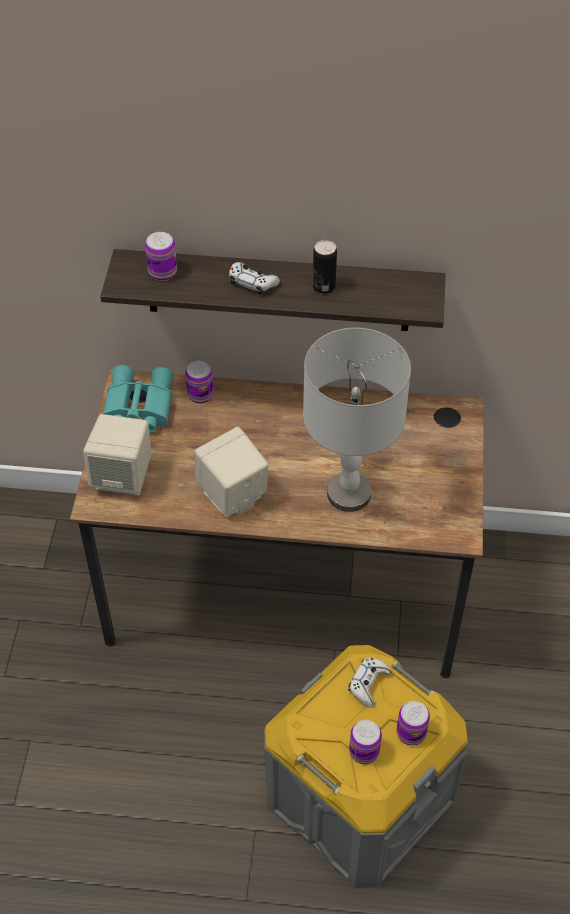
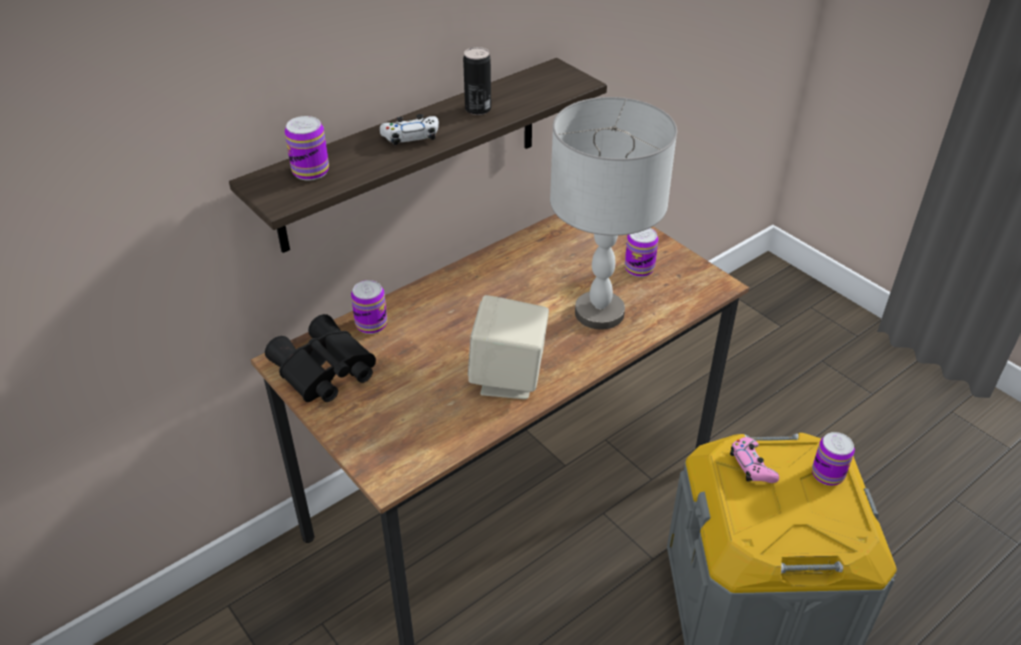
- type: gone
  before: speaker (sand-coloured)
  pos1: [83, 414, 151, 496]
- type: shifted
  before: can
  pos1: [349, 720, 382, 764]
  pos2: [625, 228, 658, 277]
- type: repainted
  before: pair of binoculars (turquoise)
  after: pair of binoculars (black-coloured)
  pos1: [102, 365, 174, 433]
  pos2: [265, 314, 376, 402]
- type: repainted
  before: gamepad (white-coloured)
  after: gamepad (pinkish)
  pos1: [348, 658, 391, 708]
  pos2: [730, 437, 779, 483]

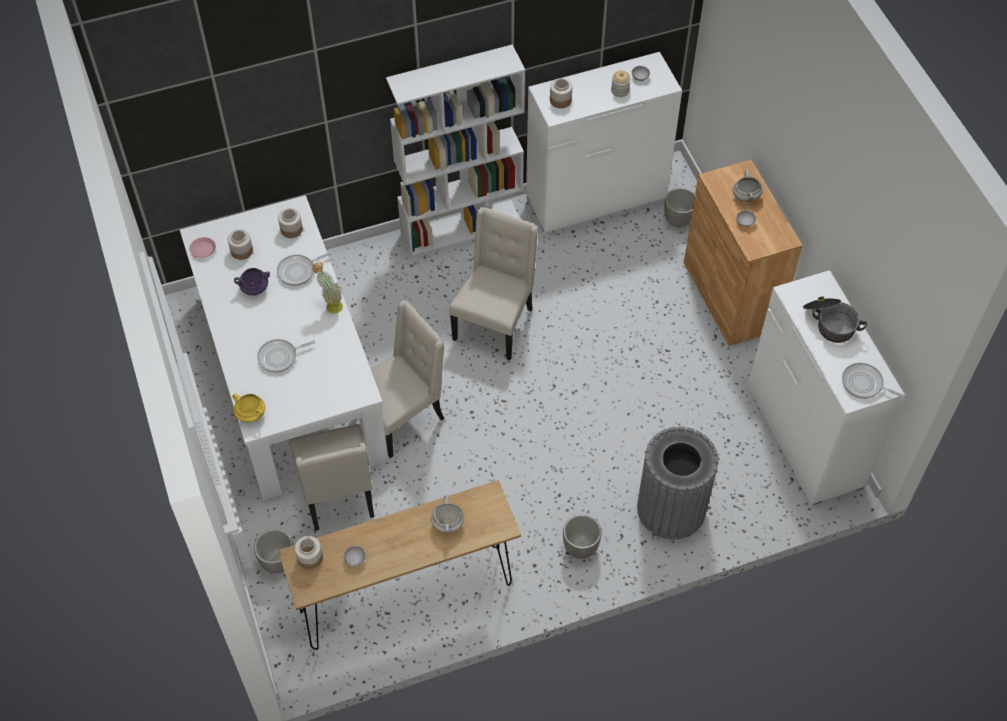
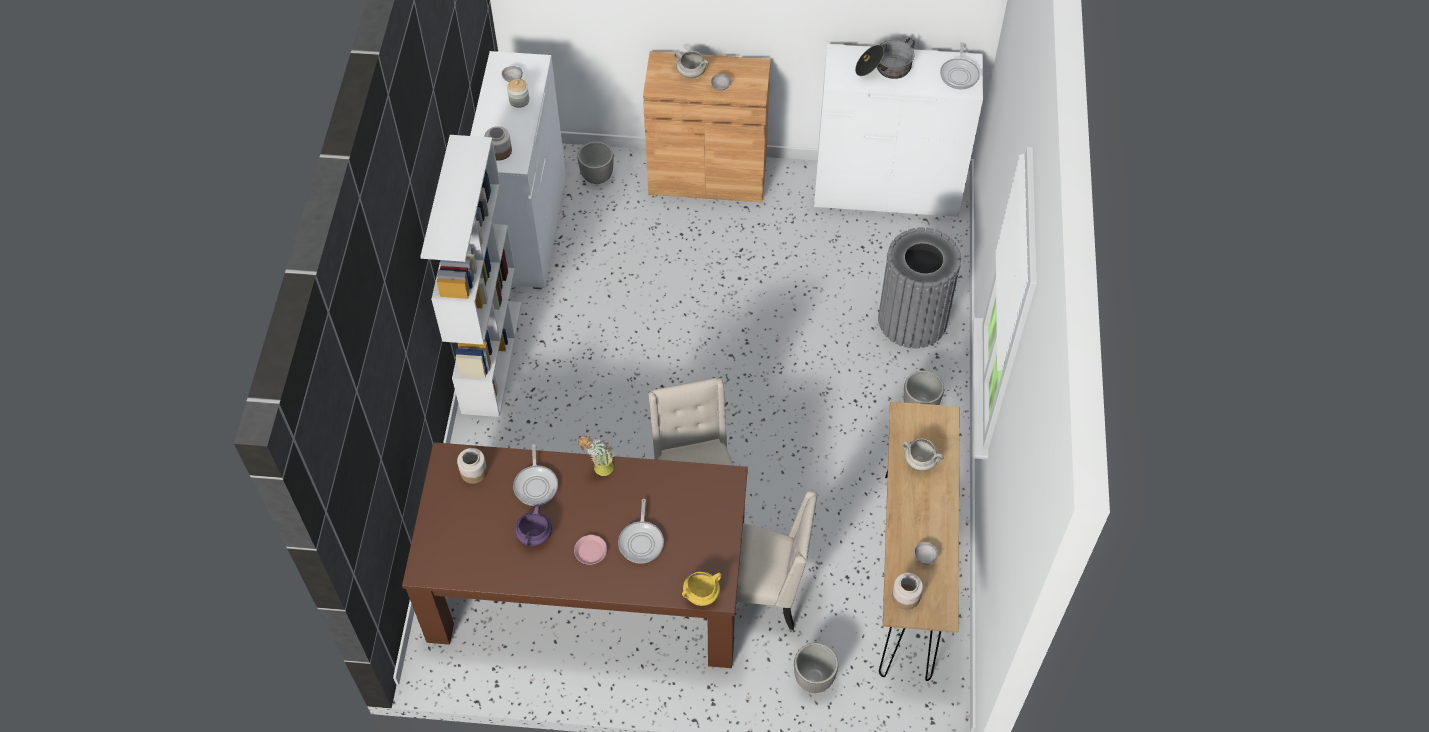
- type: gone
  before: jar
  pos1: [228, 229, 253, 260]
- type: gone
  before: plain chair (sand-coloured)
  pos1: [449, 207, 538, 360]
- type: shifted
  before: dinner plate (pinkish)
  pos1: [189, 237, 216, 258]
  pos2: [574, 535, 607, 565]
- type: repainted
  before: kitchen table (white-coloured)
  after: kitchen table (brownish)
  pos1: [180, 195, 389, 500]
  pos2: [402, 442, 748, 668]
- type: rotated
  before: skillet
  pos1: [842, 363, 904, 399]
  pos2: [940, 42, 980, 89]
  turn: -45

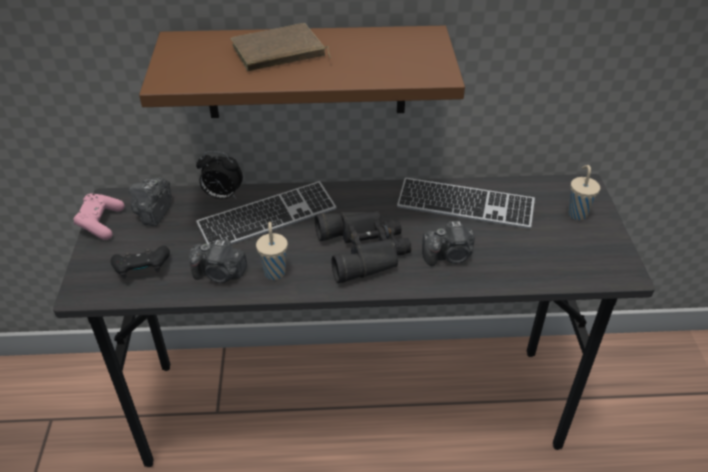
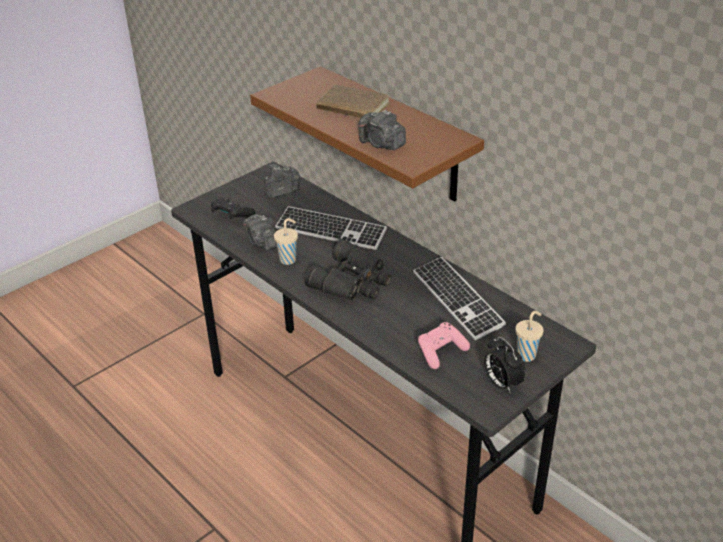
- type: shifted
  before: gamepad (pinkish)
  pos1: [73, 194, 125, 240]
  pos2: [418, 322, 470, 369]
- type: shifted
  before: bedside clock
  pos1: [196, 151, 243, 199]
  pos2: [484, 337, 526, 394]
- type: shifted
  before: still camera
  pos1: [422, 221, 475, 266]
  pos2: [358, 110, 406, 150]

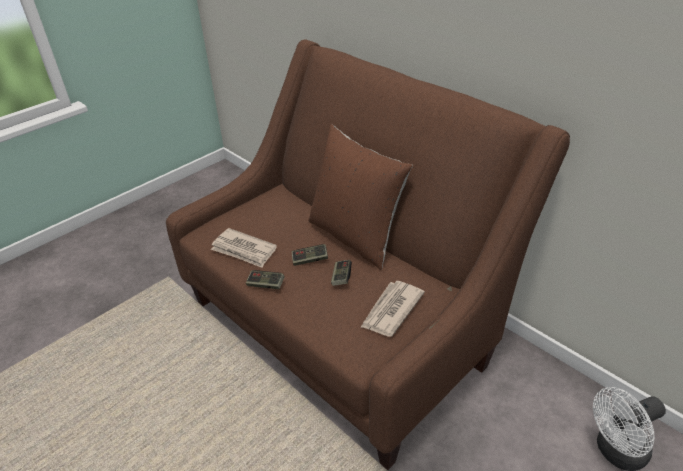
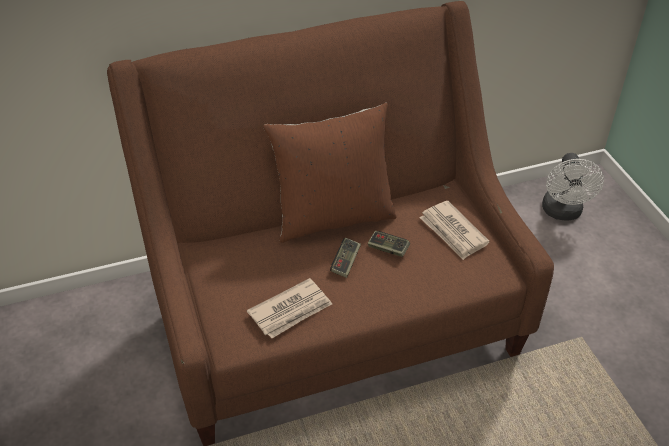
- type: gone
  before: gamepad
  pos1: [246, 270, 285, 289]

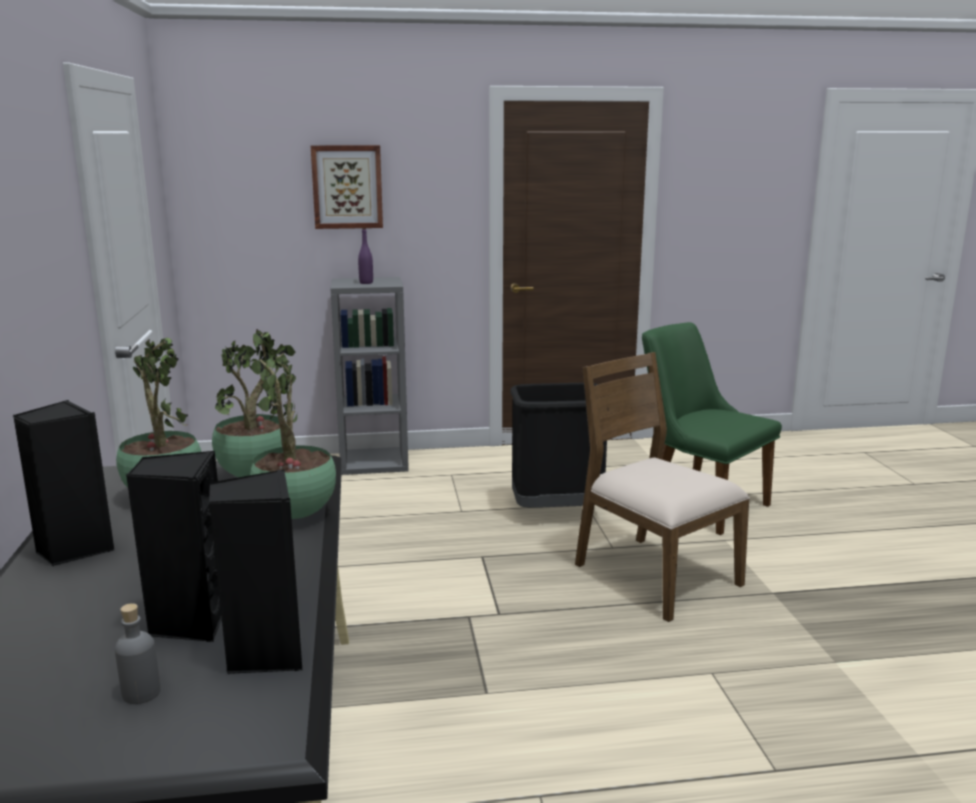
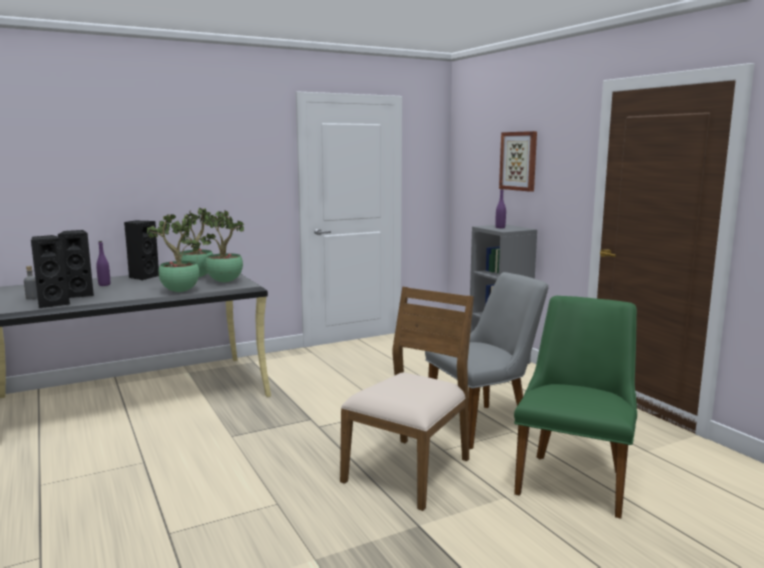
- type: new
  after: beverage bottle (purple)
  pos2: [96, 241, 110, 286]
- type: swapped
  before: trash can (black-coloured)
  after: plain chair (greyish)
  pos1: [510, 383, 607, 508]
  pos2: [425, 272, 549, 449]

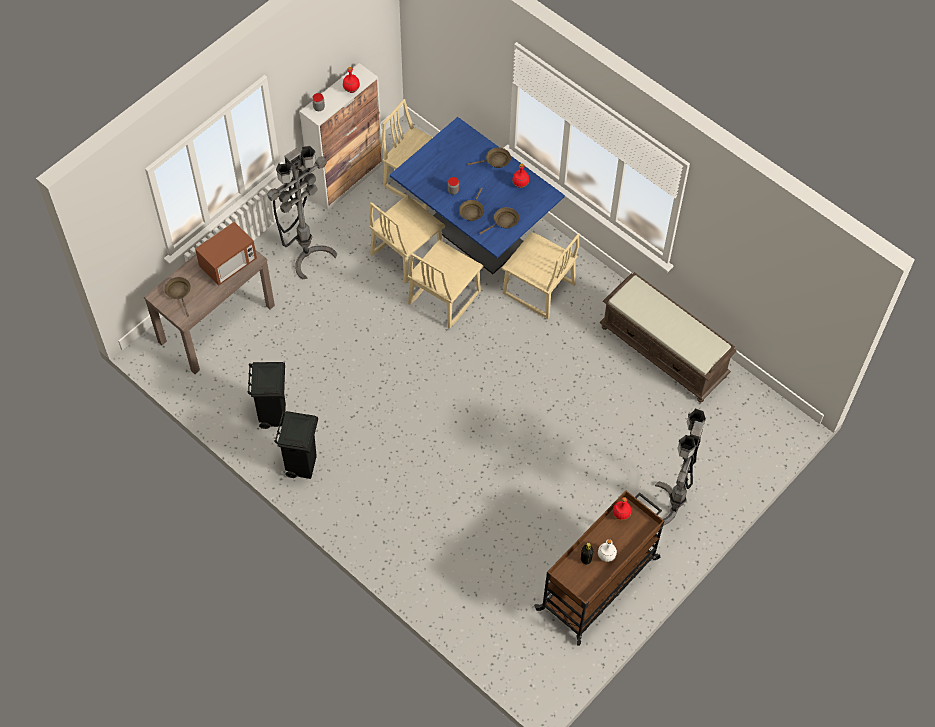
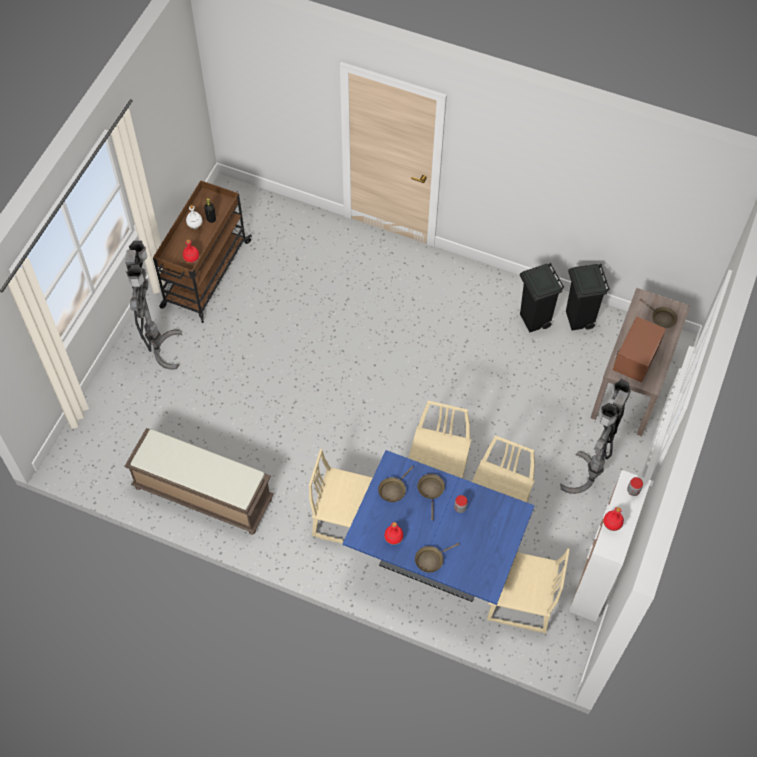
- type: shifted
  before: trash can (black-coloured)
  pos1: [274, 411, 318, 479]
  pos2: [566, 264, 610, 331]

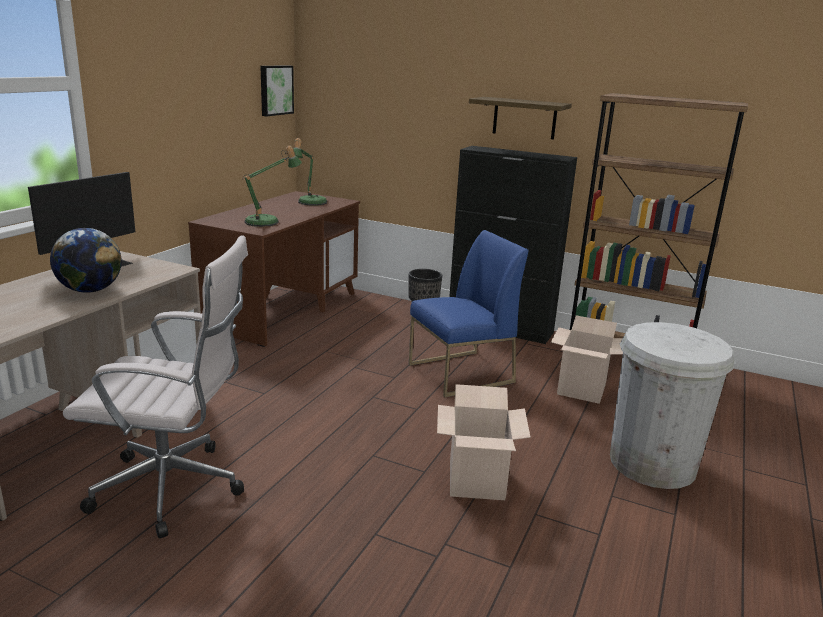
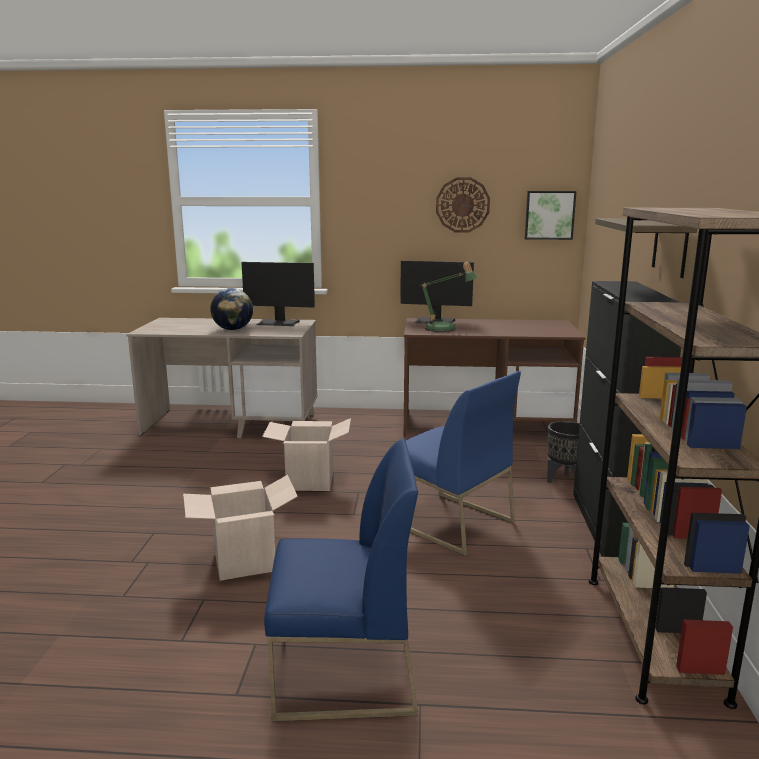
- type: gone
  before: desk chair (white-coloured)
  pos1: [63, 235, 248, 538]
- type: gone
  before: lamp for a table
  pos1: [293, 138, 327, 206]
- type: new
  after: computer screen
  pos2: [400, 261, 474, 324]
- type: new
  after: hanging clock
  pos2: [436, 177, 490, 233]
- type: shifted
  before: carton
  pos1: [551, 315, 623, 404]
  pos2: [262, 418, 351, 491]
- type: swapped
  before: trash can (white-coloured)
  after: plain chair (blue-coloured)
  pos1: [610, 322, 734, 489]
  pos2: [264, 438, 418, 721]

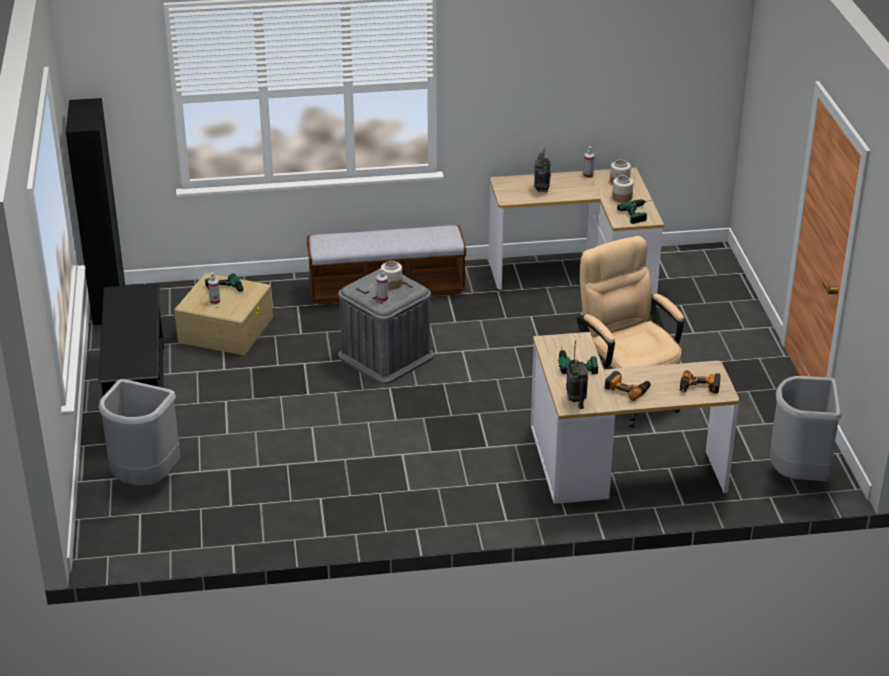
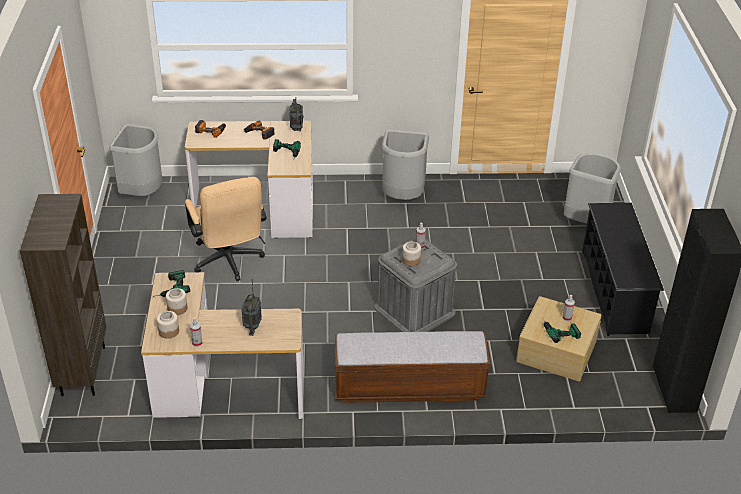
- type: new
  after: bookshelf (brownish)
  pos2: [20, 194, 107, 396]
- type: new
  after: trash can (greyish)
  pos2: [382, 130, 429, 200]

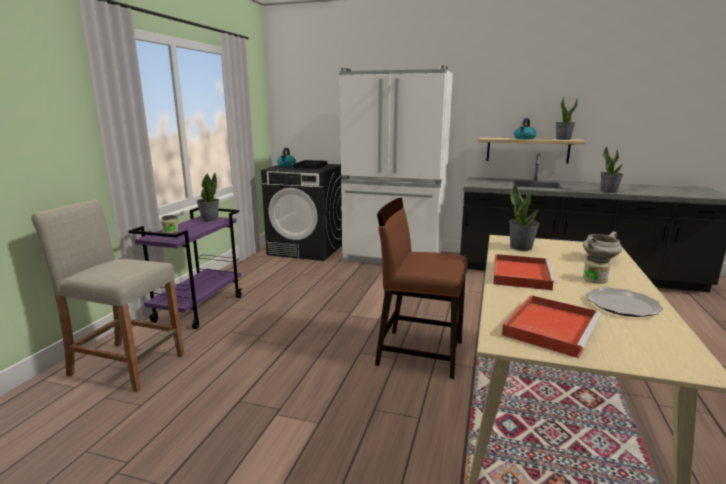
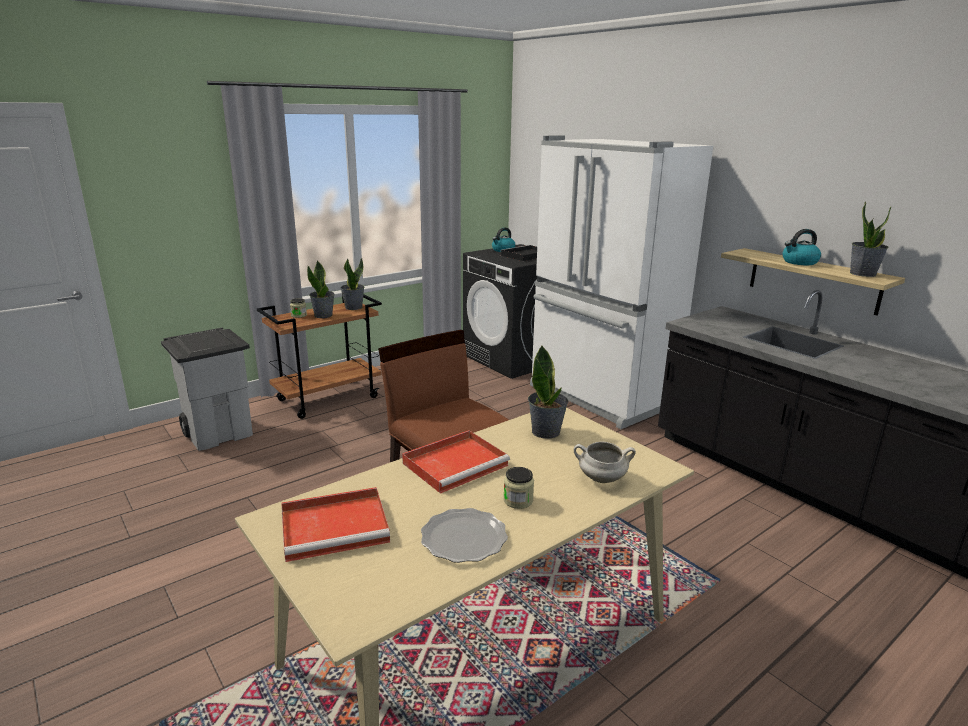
- type: shifted
  before: potted plant
  pos1: [601, 146, 623, 193]
  pos2: [307, 260, 334, 318]
- type: swapped
  before: stool seat (sand-coloured)
  after: trash can (greyish)
  pos1: [31, 199, 184, 392]
  pos2: [161, 328, 253, 451]
- type: repainted
  before: cart (purple)
  after: cart (brownish)
  pos1: [128, 208, 242, 329]
  pos2: [257, 294, 382, 419]

